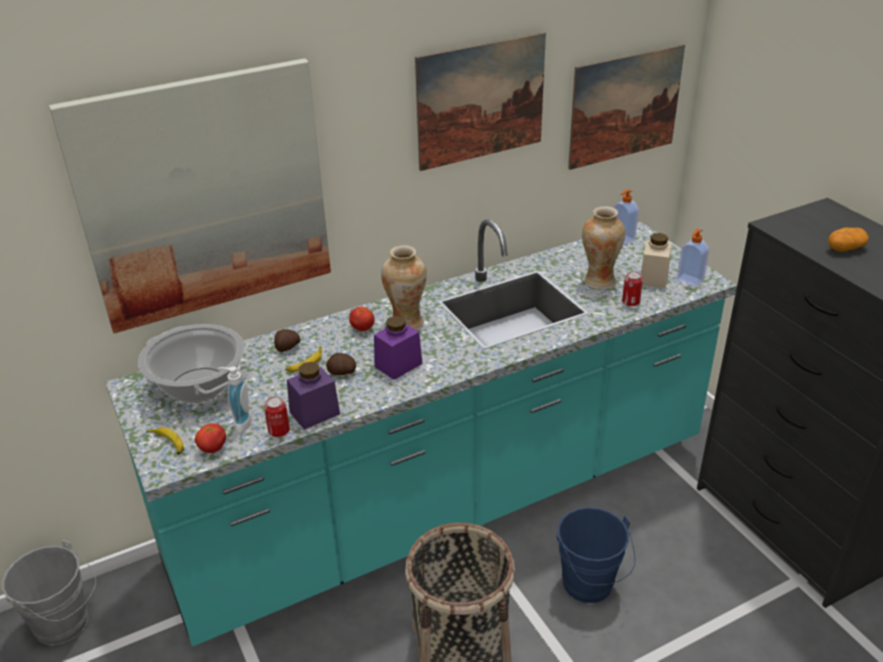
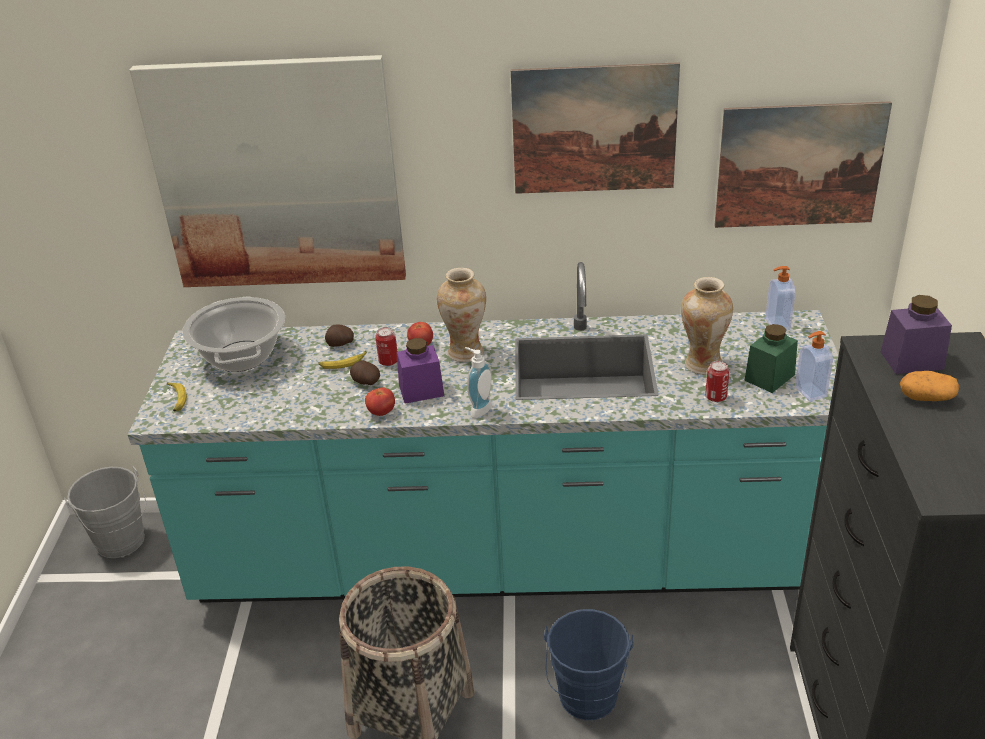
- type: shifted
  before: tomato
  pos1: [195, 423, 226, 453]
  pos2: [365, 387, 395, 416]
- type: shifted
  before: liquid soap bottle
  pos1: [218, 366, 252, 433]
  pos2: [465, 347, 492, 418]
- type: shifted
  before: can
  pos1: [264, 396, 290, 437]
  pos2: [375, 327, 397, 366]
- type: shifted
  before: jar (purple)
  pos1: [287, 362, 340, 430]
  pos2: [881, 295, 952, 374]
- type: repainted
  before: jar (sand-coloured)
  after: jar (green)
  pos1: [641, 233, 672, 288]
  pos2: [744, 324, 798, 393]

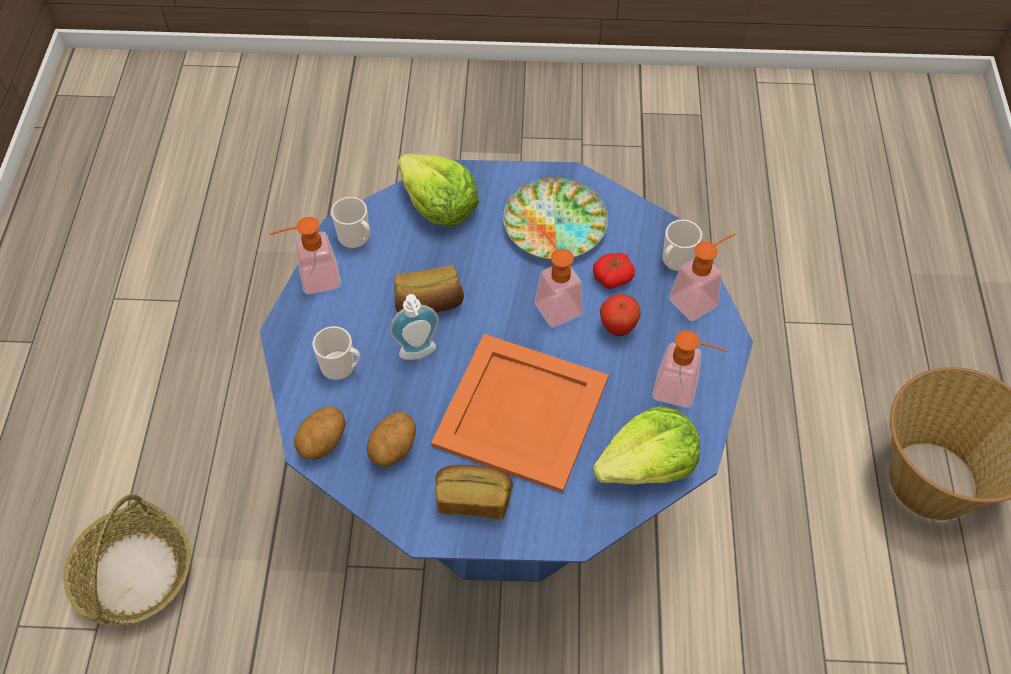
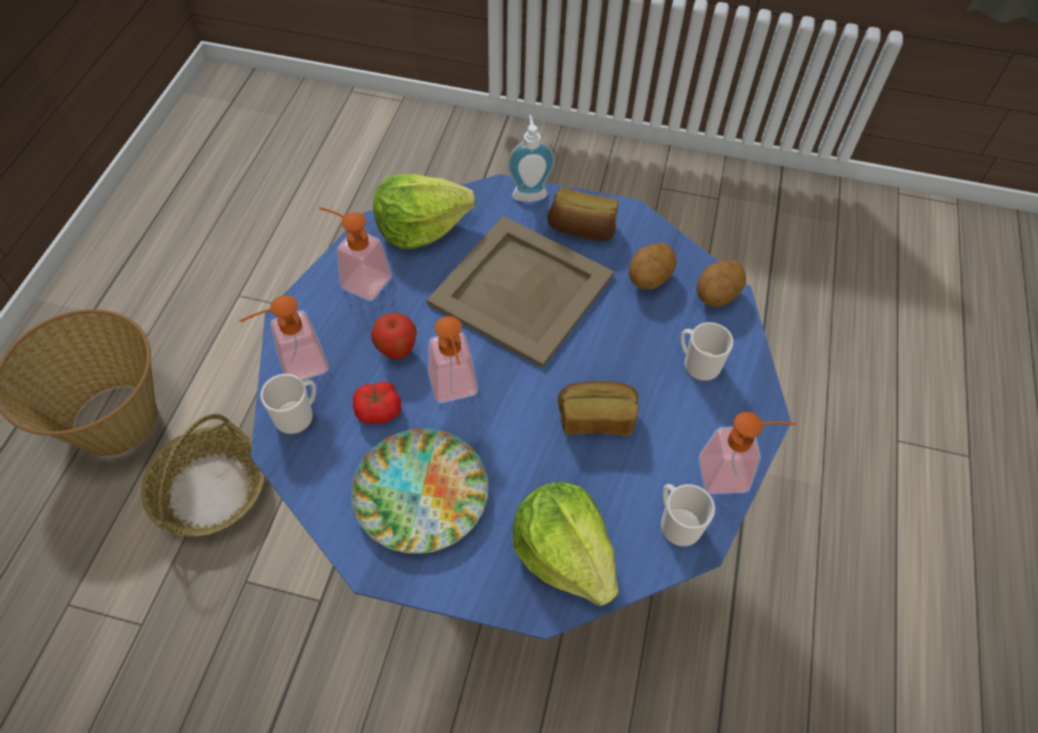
- type: shifted
  before: household basket
  pos1: [63, 494, 191, 626]
  pos2: [141, 414, 264, 537]
- type: shifted
  before: liquid soap bottle
  pos1: [390, 294, 439, 360]
  pos2: [507, 115, 555, 202]
- type: repainted
  before: tray (orangey)
  after: tray (sand-coloured)
  pos1: [431, 334, 609, 493]
  pos2: [427, 216, 614, 368]

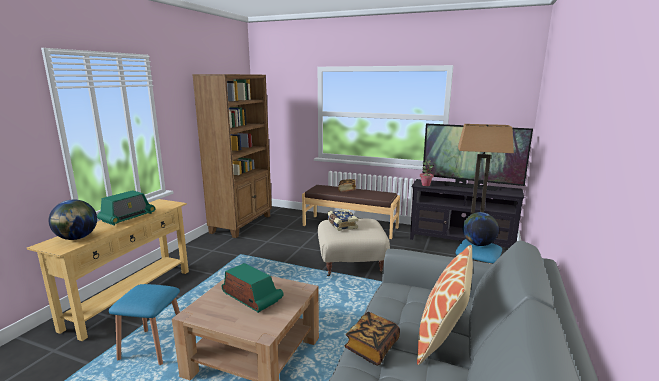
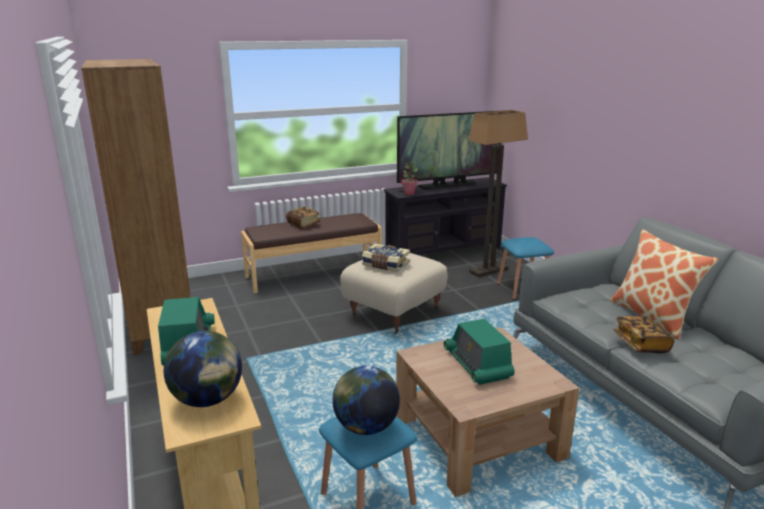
- type: shifted
  before: globe
  pos1: [462, 212, 499, 246]
  pos2: [332, 366, 400, 435]
- type: rotated
  before: radio
  pos1: [222, 263, 284, 313]
  pos2: [443, 319, 515, 385]
  turn: -105

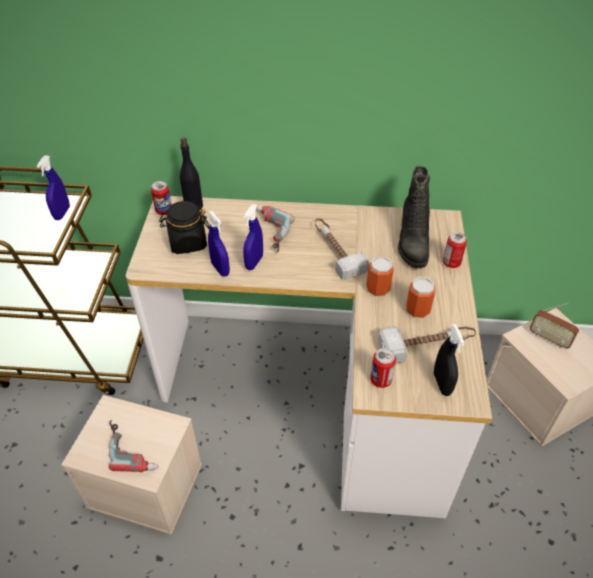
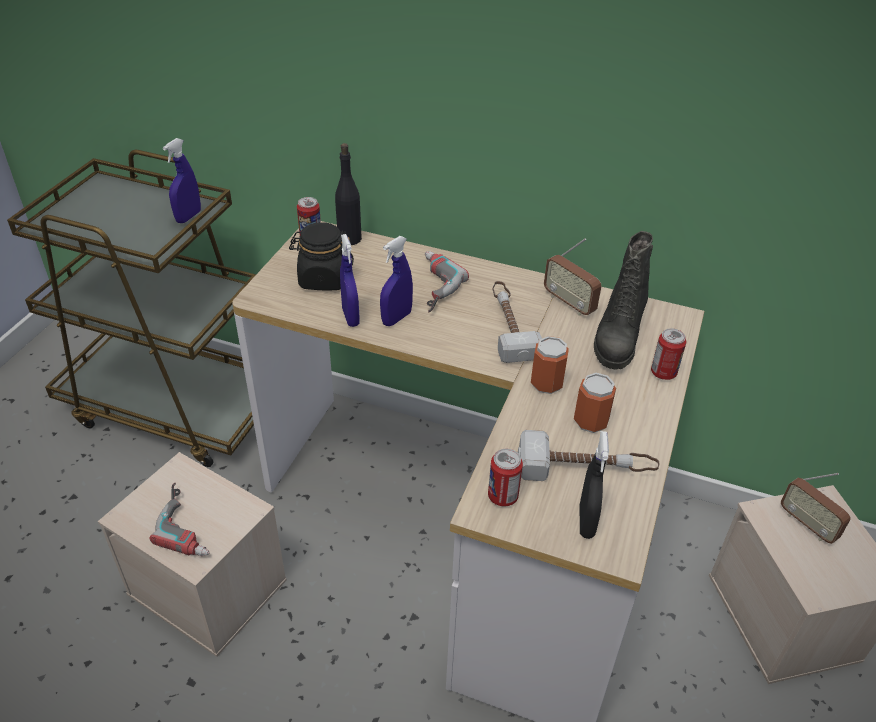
- type: new
  after: radio
  pos2: [544, 238, 601, 316]

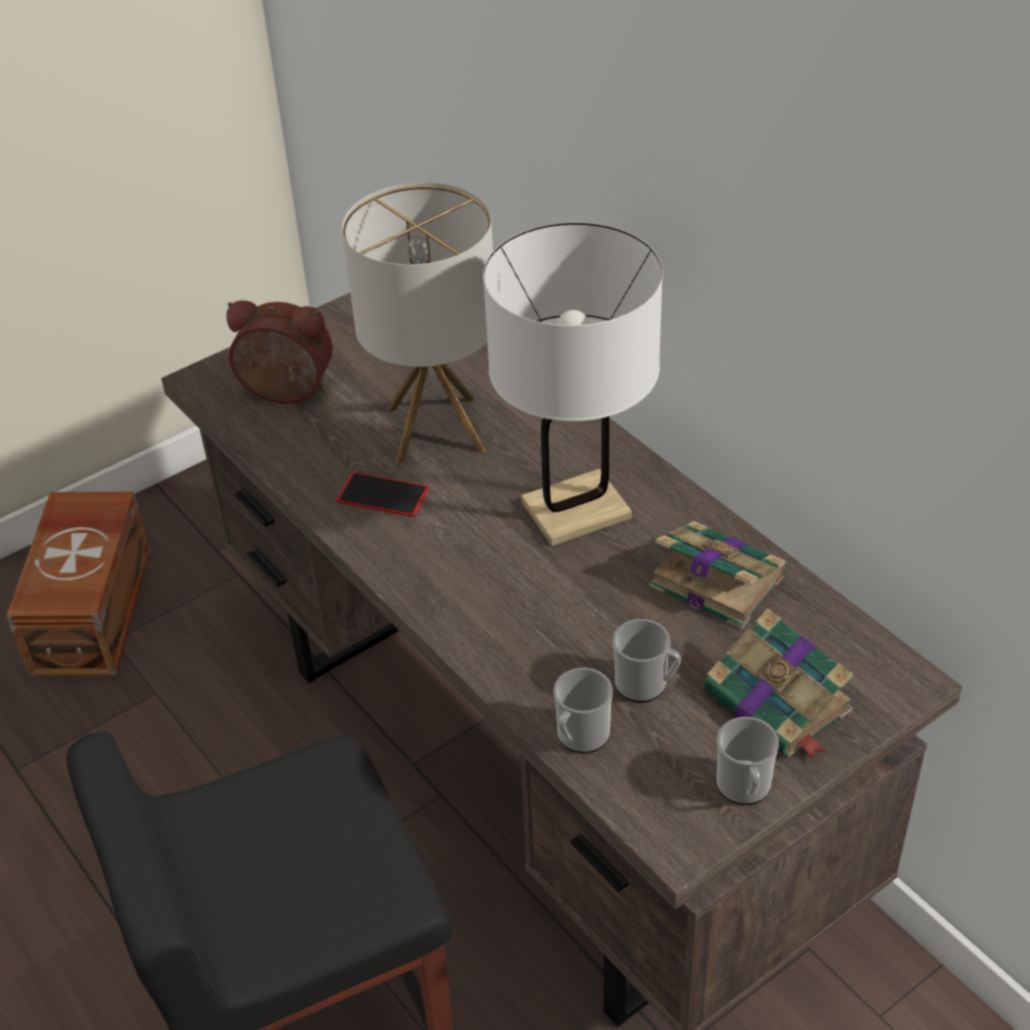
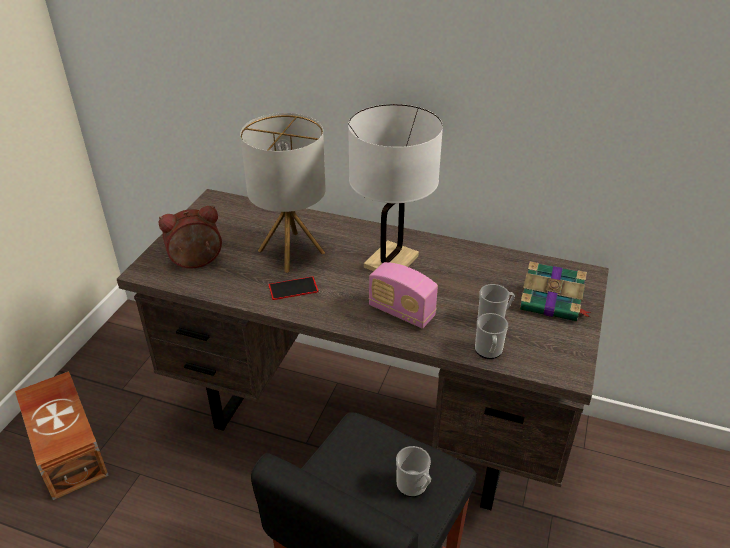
- type: gone
  before: bound book
  pos1: [650, 521, 786, 629]
- type: new
  after: radio
  pos2: [369, 262, 438, 329]
- type: shifted
  before: mug
  pos1: [717, 717, 779, 805]
  pos2: [396, 446, 431, 497]

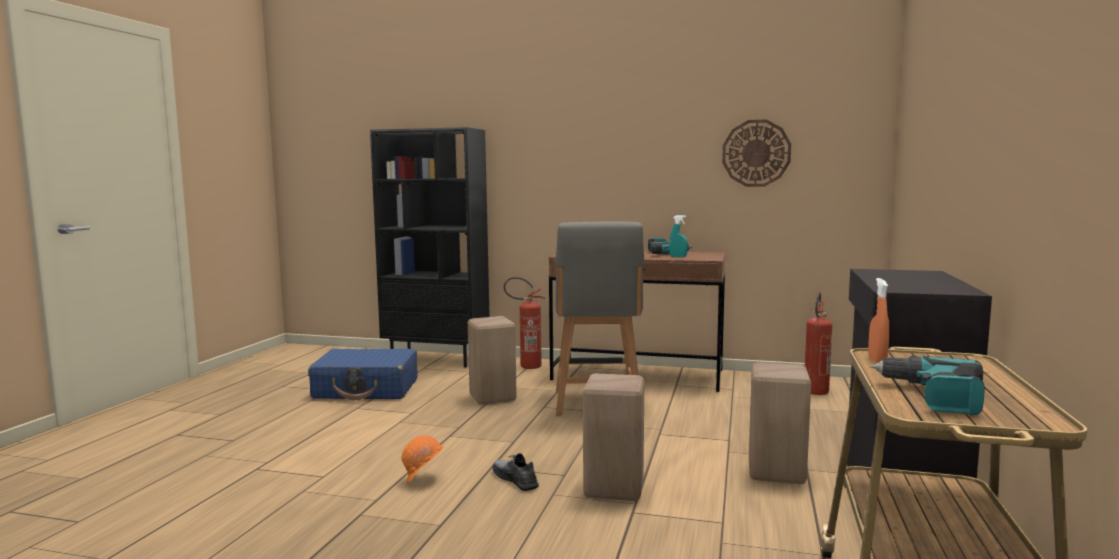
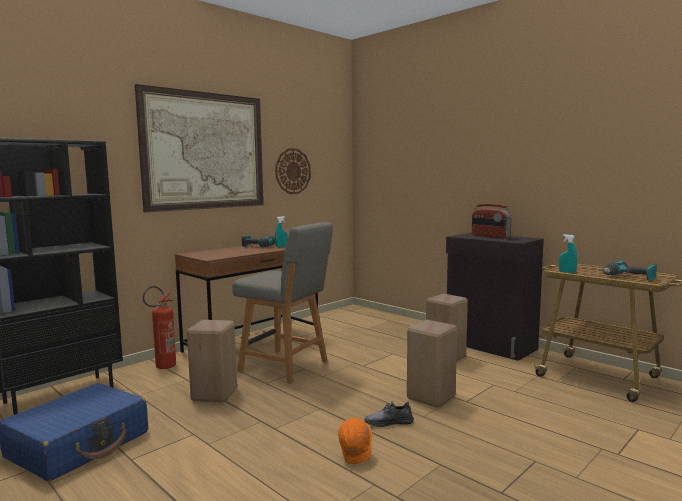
- type: gone
  before: fire-fighting cylinder
  pos1: [805, 291, 832, 395]
- type: new
  after: wall picture
  pos2: [135, 84, 264, 212]
- type: new
  after: radio
  pos2: [472, 204, 512, 238]
- type: repainted
  before: spray bottle (orangey)
  after: spray bottle (turquoise)
  pos1: [868, 278, 889, 363]
  pos2: [559, 234, 577, 273]

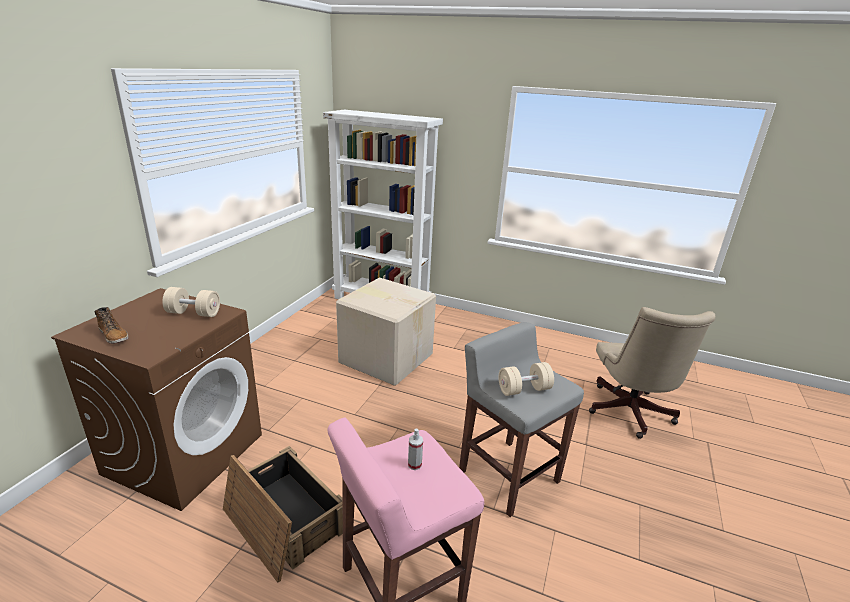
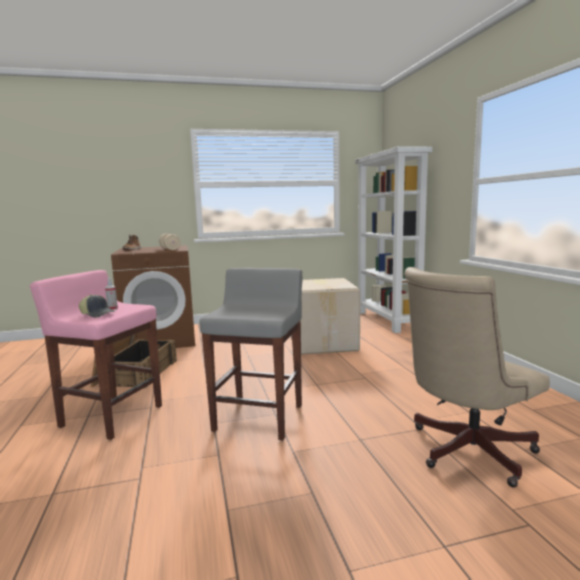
- type: gone
  before: hand weight (sand-coloured)
  pos1: [499, 362, 554, 396]
- type: new
  after: peaked cap
  pos2: [79, 295, 115, 318]

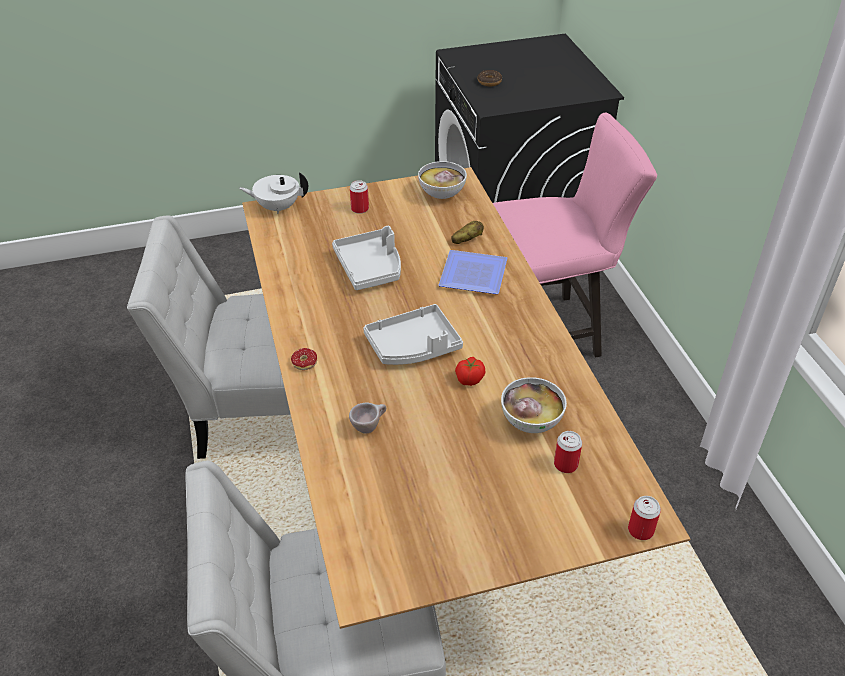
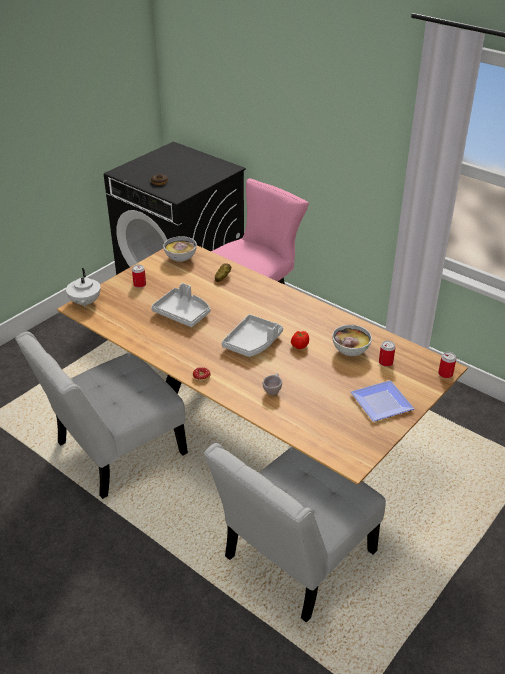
- type: shifted
  before: dinner plate
  pos1: [439, 250, 507, 294]
  pos2: [351, 380, 415, 422]
- type: rotated
  before: pot for tea (white-coloured)
  pos1: [239, 172, 308, 214]
  pos2: [66, 268, 101, 307]
  turn: -60

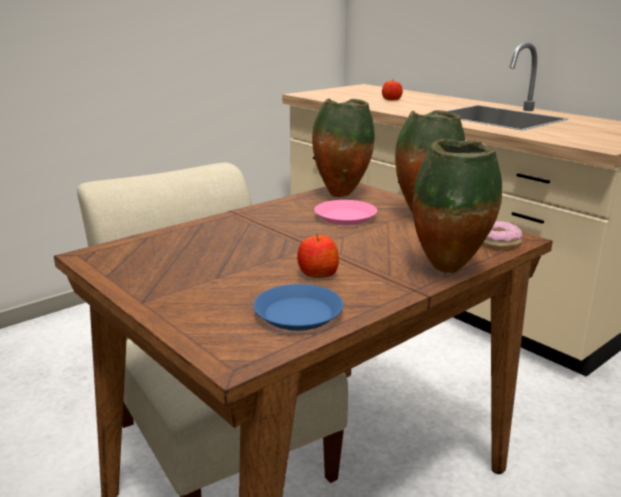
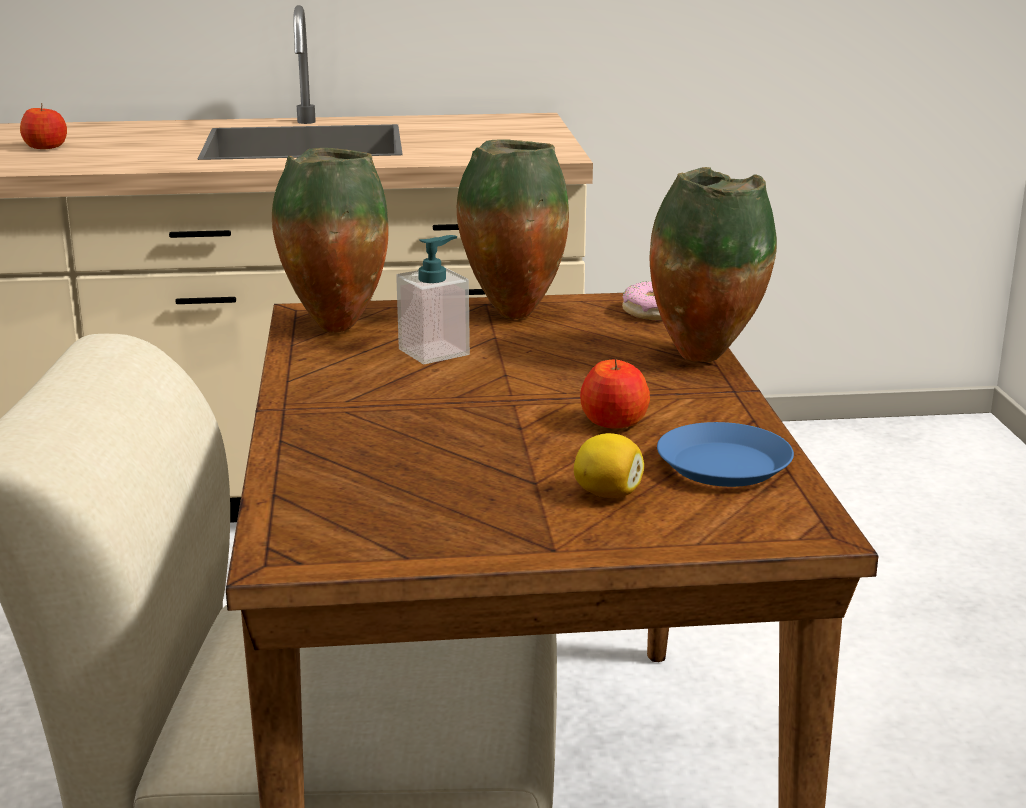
- type: new
  after: lemon
  pos2: [574, 433, 644, 498]
- type: swapped
  before: dinner plate (pinkish)
  after: liquid soap bottle
  pos1: [314, 200, 377, 225]
  pos2: [396, 235, 470, 364]

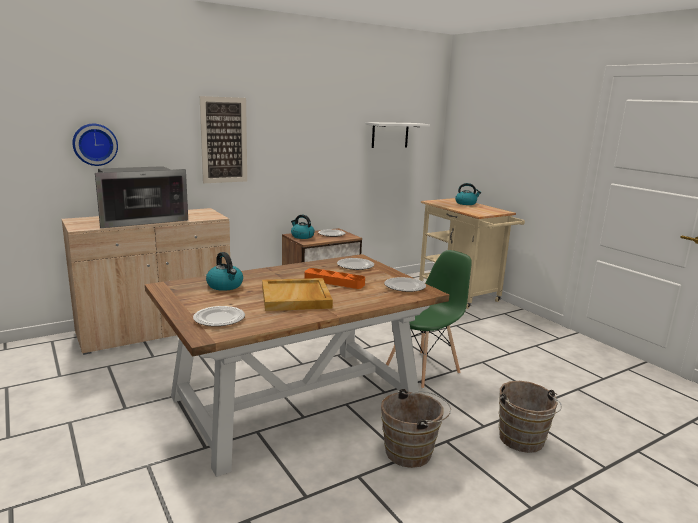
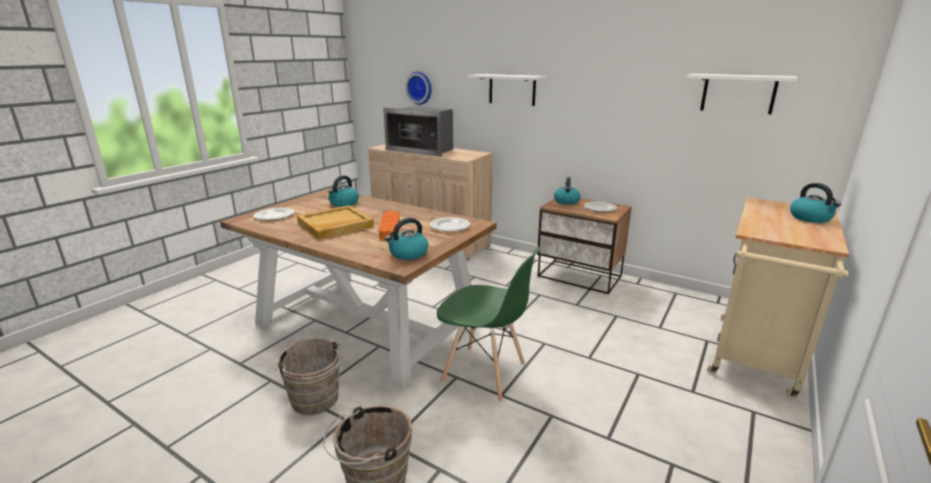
- type: swapped
  before: wall picture
  after: wall shelf (white-coloured)
  pos1: [200, 96, 247, 183]
  pos2: [468, 74, 546, 106]
- type: swapped
  before: dinner plate
  after: water kettle
  pos1: [384, 277, 426, 292]
  pos2: [385, 218, 428, 260]

